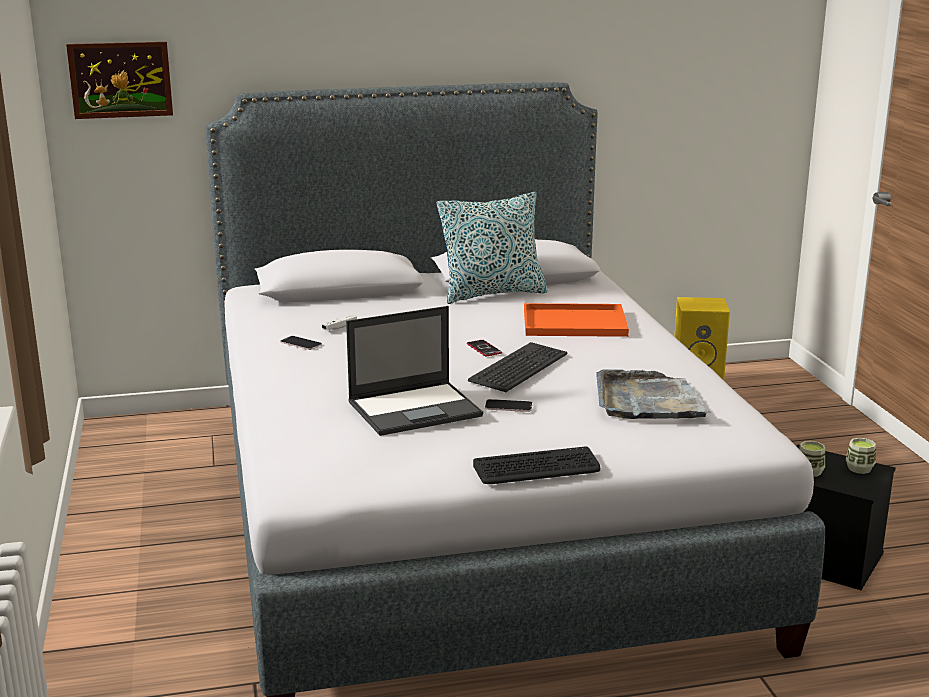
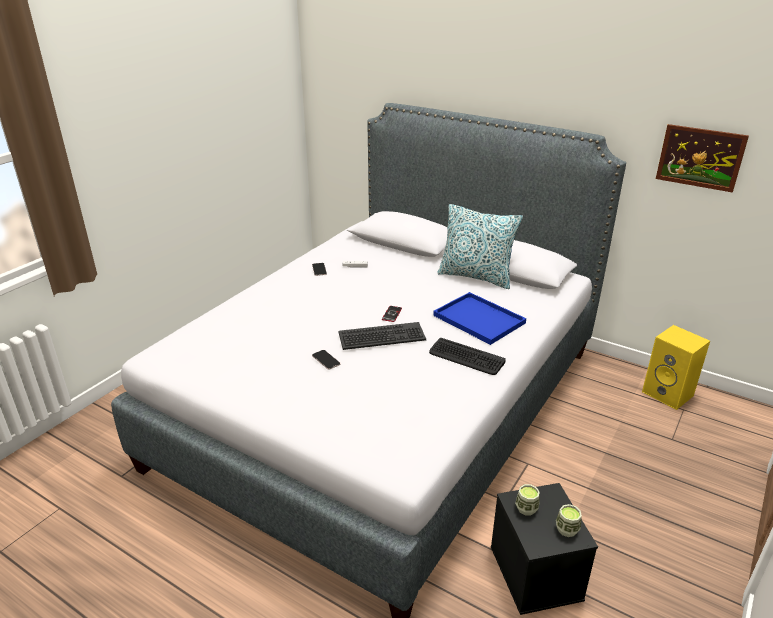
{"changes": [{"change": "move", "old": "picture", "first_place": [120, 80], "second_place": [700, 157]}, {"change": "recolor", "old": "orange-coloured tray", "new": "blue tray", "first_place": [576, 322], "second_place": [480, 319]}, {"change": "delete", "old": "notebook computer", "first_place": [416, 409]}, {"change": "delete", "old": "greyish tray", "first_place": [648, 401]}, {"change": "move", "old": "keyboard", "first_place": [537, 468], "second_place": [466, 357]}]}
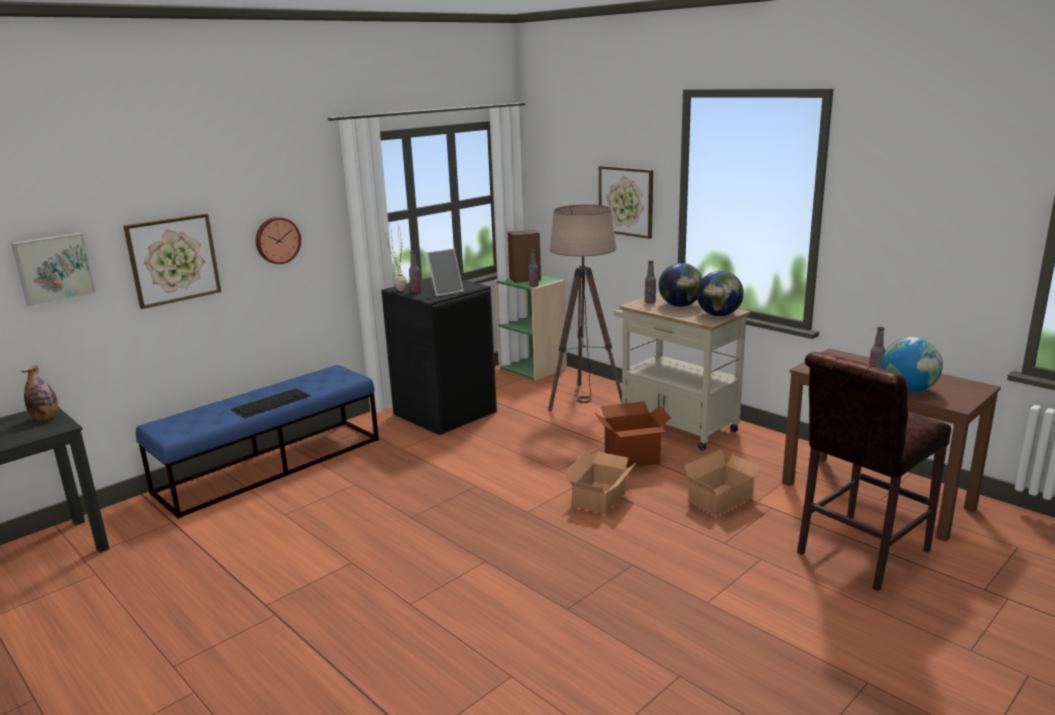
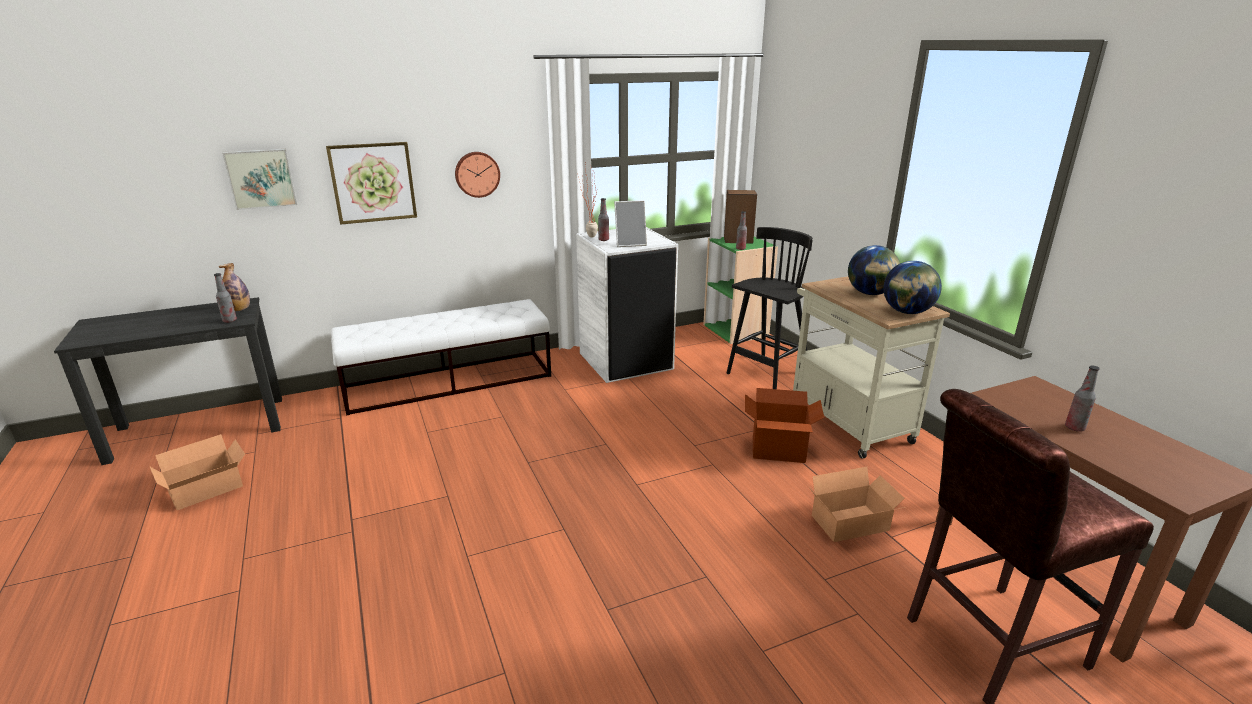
{"changes": [{"change": "delete", "old": "picture", "first_place": [626, 201]}, {"change": "replace", "old": "floor lamp", "new": "black-coloured sitting stool", "first_place": [584, 400], "second_place": [766, 374]}, {"change": "move", "old": "bottle", "first_place": [650, 302], "second_place": [229, 321]}, {"change": "recolor", "old": "black-coloured storage cabinet", "new": "whitish storage cabinet", "first_place": [445, 413], "second_place": [626, 361]}, {"change": "delete", "old": "world globe", "first_place": [908, 390]}, {"change": "recolor", "old": "blue long seat", "new": "whitish long seat", "first_place": [271, 465], "second_place": [449, 381]}, {"change": "delete", "old": "keyboard", "first_place": [272, 402]}, {"change": "move", "old": "carton", "first_place": [602, 497], "second_place": [208, 489]}]}
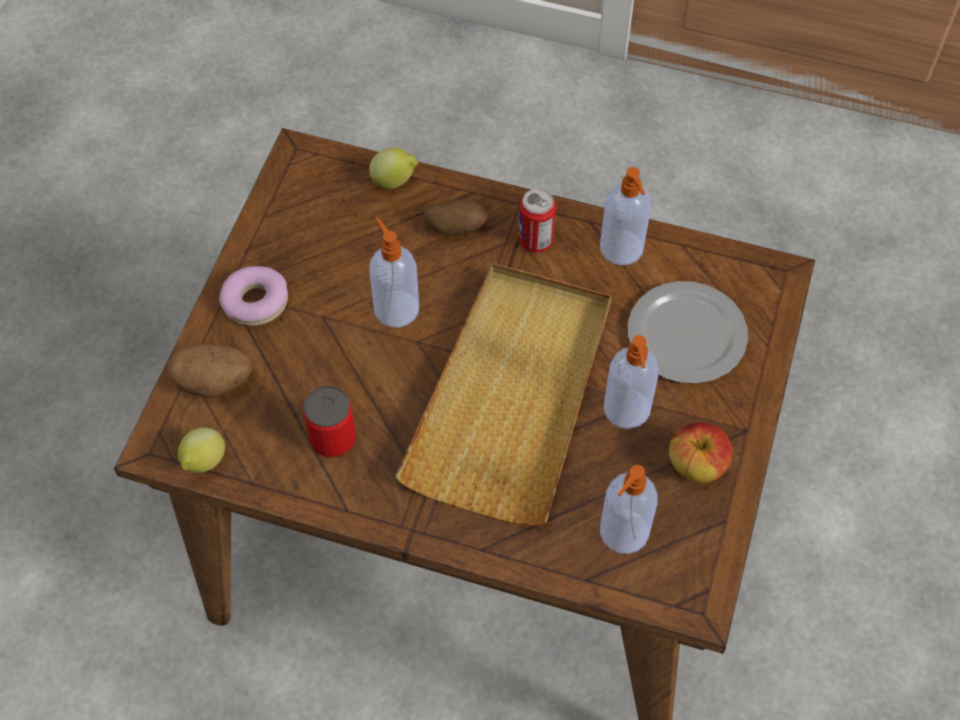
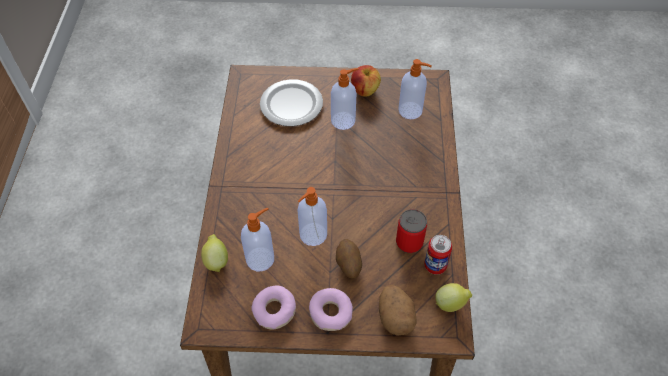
{"changes": [{"change": "move", "old": "liquid soap bottle", "first_place": [622, 249], "second_place": [261, 258]}, {"change": "move", "old": "metal can", "first_place": [535, 240], "second_place": [435, 265]}, {"change": "move", "old": "potato", "first_place": [456, 228], "second_place": [348, 265]}, {"change": "delete", "old": "sand-coloured tray", "first_place": [512, 395]}, {"change": "insert", "new": "donut", "second_place": [274, 310]}]}
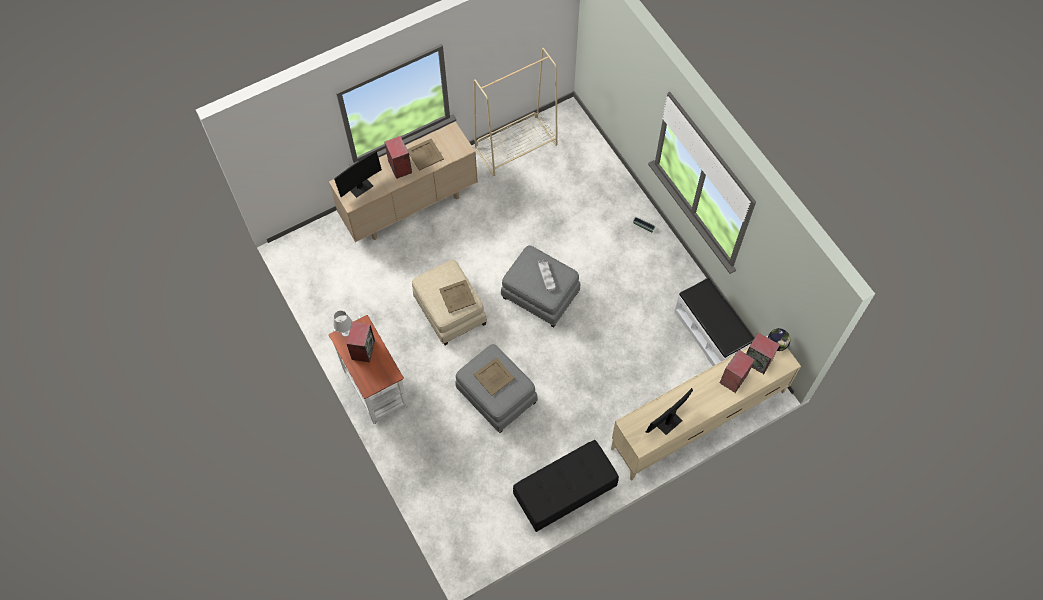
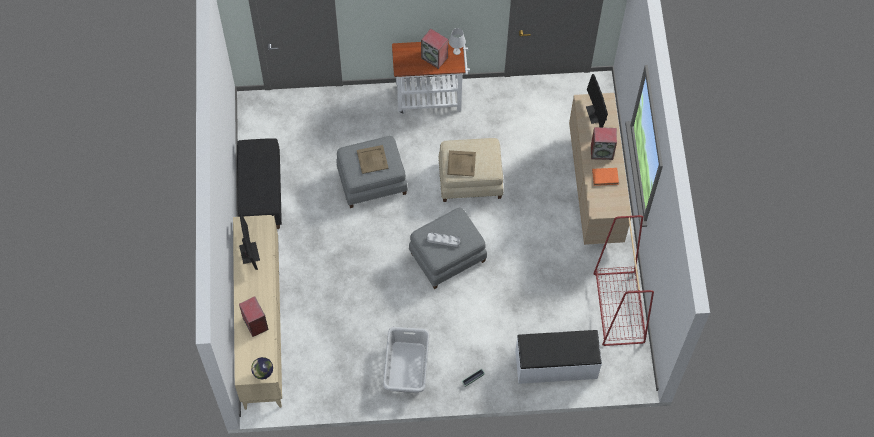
{"changes": [{"change": "recolor", "old": "sand-coloured garment stand", "new": "red garment stand", "first_place": [516, 147], "second_place": [619, 308]}, {"change": "replace", "old": "sand-coloured tray", "new": "orange-coloured book", "first_place": [425, 154], "second_place": [606, 177]}, {"change": "move", "old": "whitish long seat", "first_place": [710, 334], "second_place": [556, 365]}, {"change": "delete", "old": "audio speaker", "first_place": [757, 361]}, {"change": "insert", "new": "greyish hamper", "second_place": [407, 367]}]}
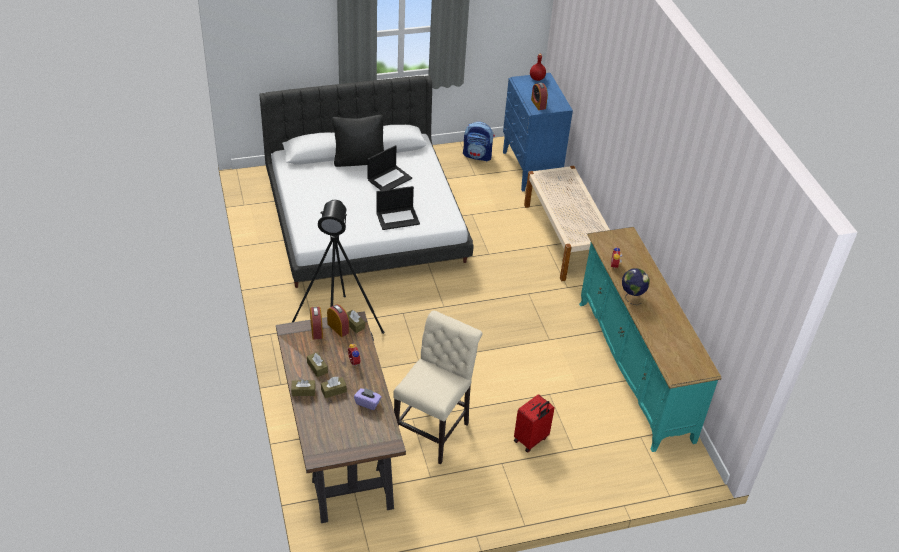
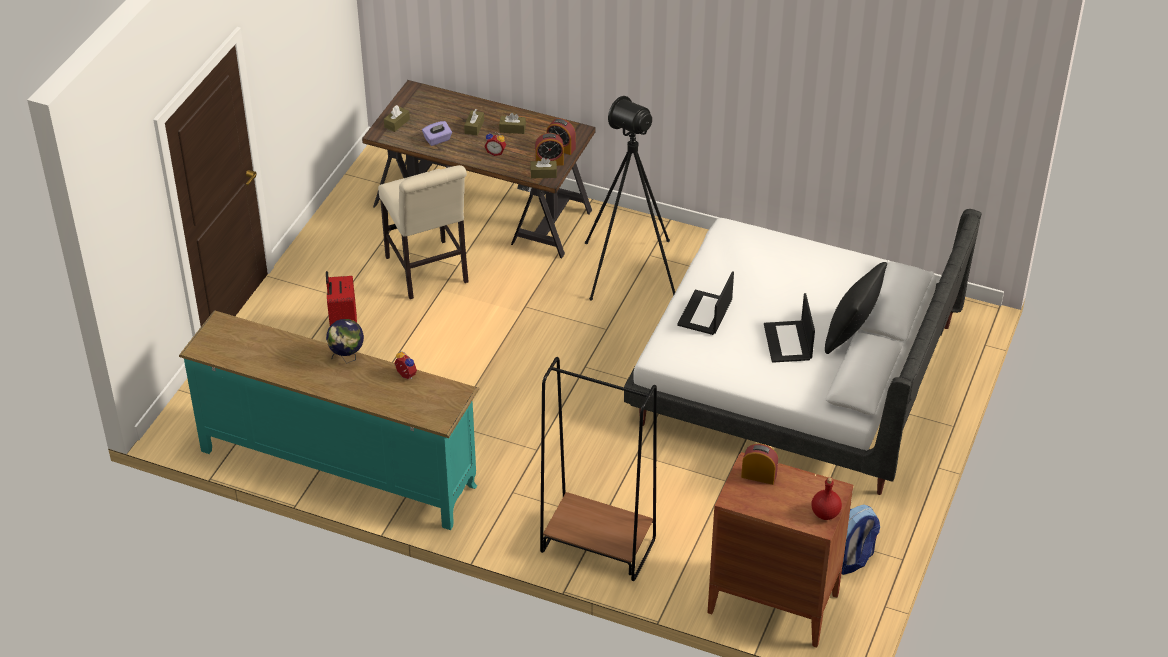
{"changes": [{"change": "recolor", "old": "blue dresser", "new": "brown-coloured dresser", "first_place": [530, 169], "second_place": [773, 601]}, {"change": "replace", "old": "sand-coloured long seat", "new": "garment stand", "first_place": [565, 238], "second_place": [598, 547]}, {"change": "move", "old": "brown-coloured box of tissues", "first_place": [303, 391], "second_place": [397, 123]}]}
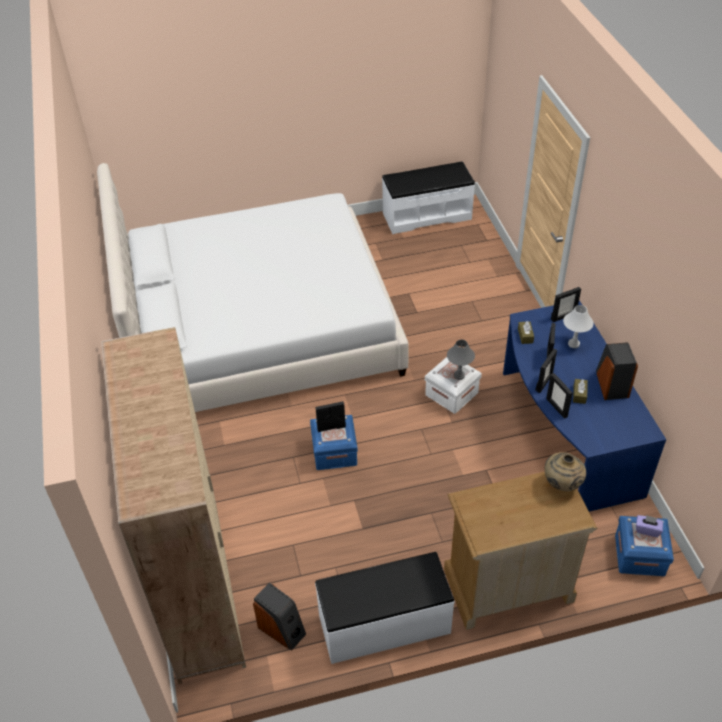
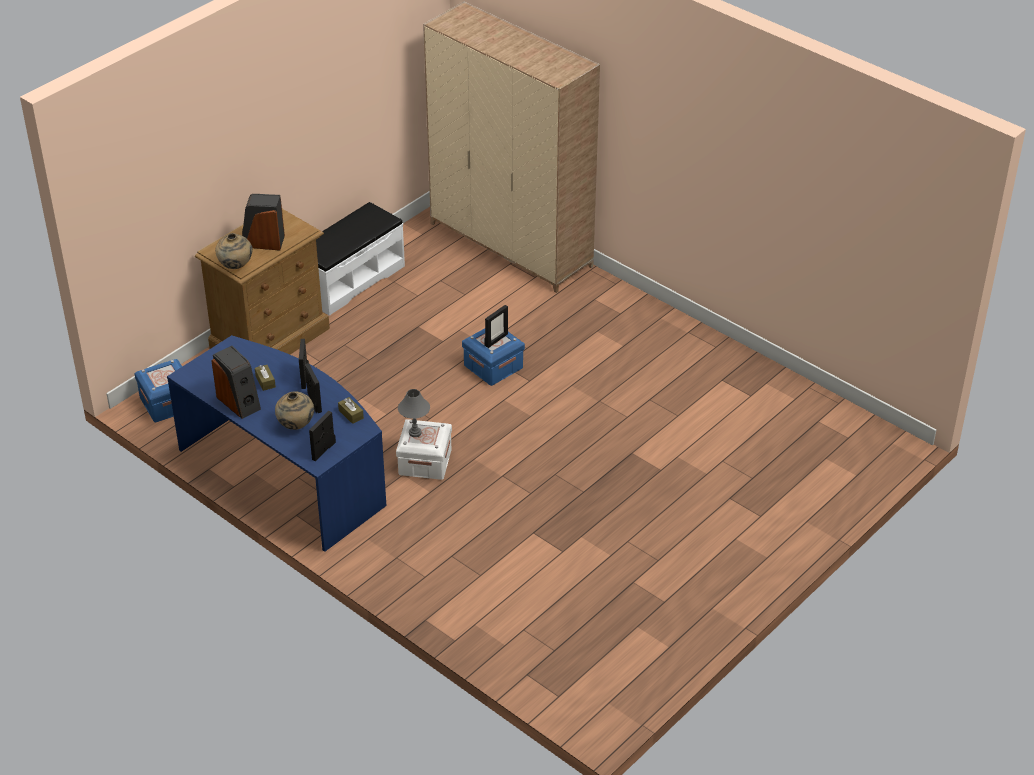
{"changes": [{"change": "delete", "old": "whitish long seat", "first_place": [426, 215]}, {"change": "delete", "old": "whitish bed", "first_place": [259, 327]}, {"change": "replace", "old": "whitish table lamp", "new": "sand-coloured flower vase", "first_place": [574, 344], "second_place": [296, 426]}, {"change": "delete", "old": "picture frame", "first_place": [557, 407]}, {"change": "delete", "old": "purple-coloured box of tissues", "first_place": [647, 530]}, {"change": "move", "old": "audio speaker", "first_place": [282, 629], "second_place": [263, 242]}]}
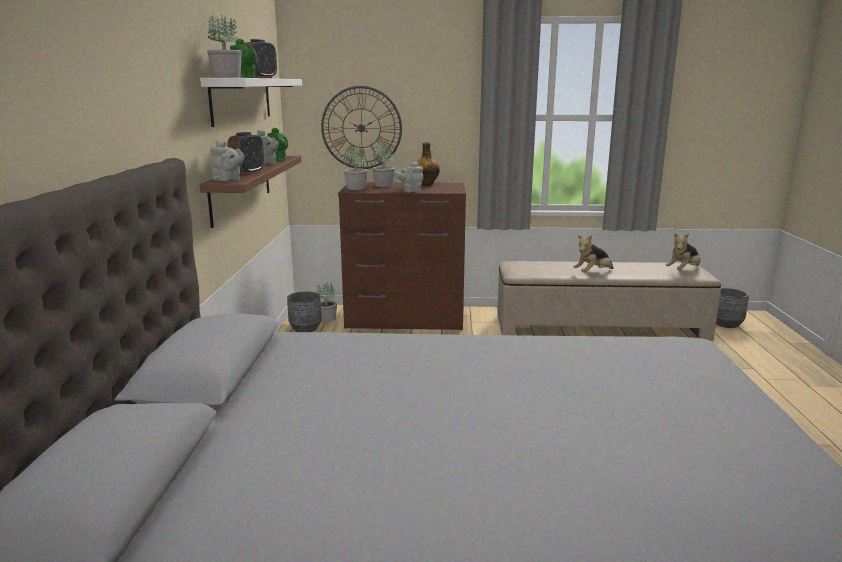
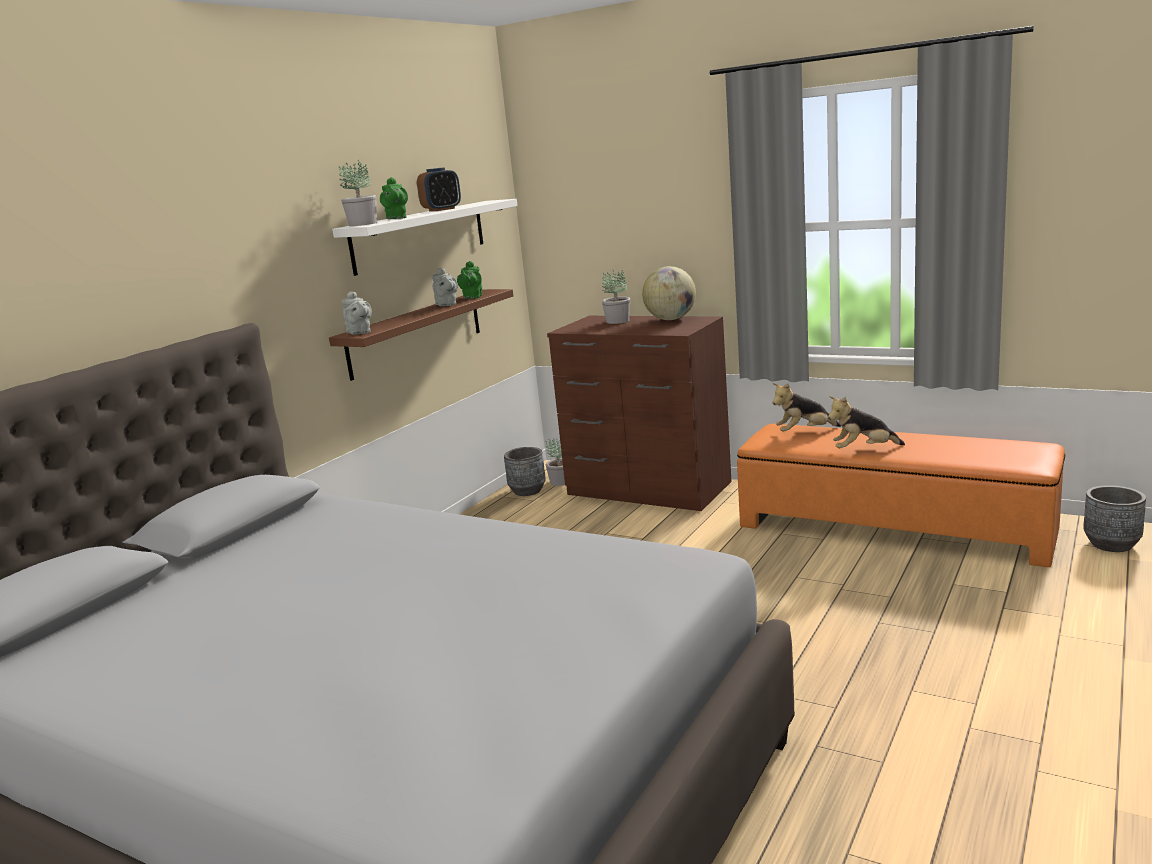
{"changes": [{"change": "delete", "old": "wall clock", "first_place": [361, 128]}, {"change": "delete", "old": "table clock", "first_place": [248, 172]}, {"change": "replace", "old": "bottle", "new": "world globe", "first_place": [427, 184], "second_place": [671, 319]}, {"change": "delete", "old": "houseplant", "first_place": [356, 188]}, {"change": "delete", "old": "greyish pot for tea", "first_place": [410, 191]}, {"change": "move", "old": "plush toy", "first_place": [683, 270], "second_place": [804, 432]}, {"change": "recolor", "old": "sand-coloured long seat", "new": "orange-coloured long seat", "first_place": [600, 327], "second_place": [894, 527]}]}
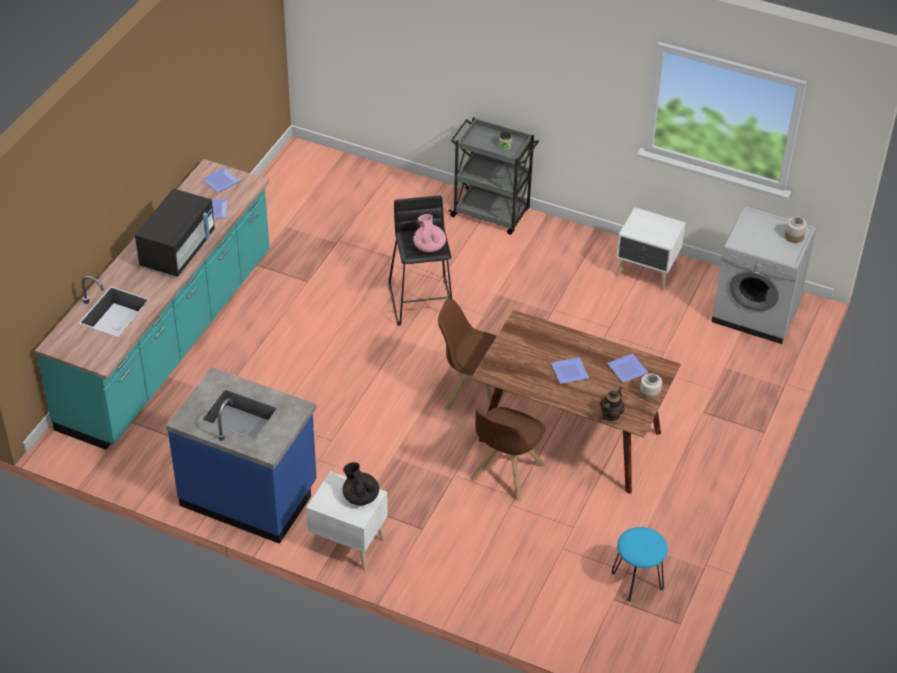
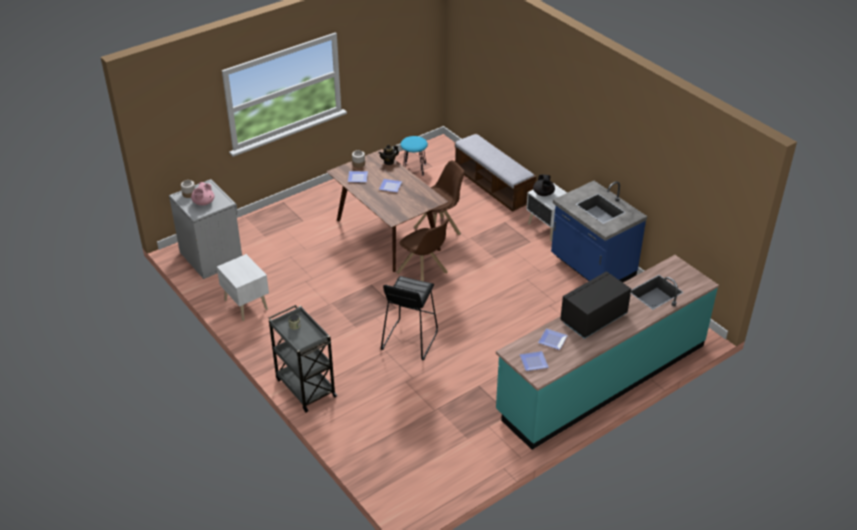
{"changes": [{"change": "move", "old": "pink pot for tea", "first_place": [429, 246], "second_place": [203, 203]}, {"change": "insert", "new": "long seat", "second_place": [493, 186]}]}
